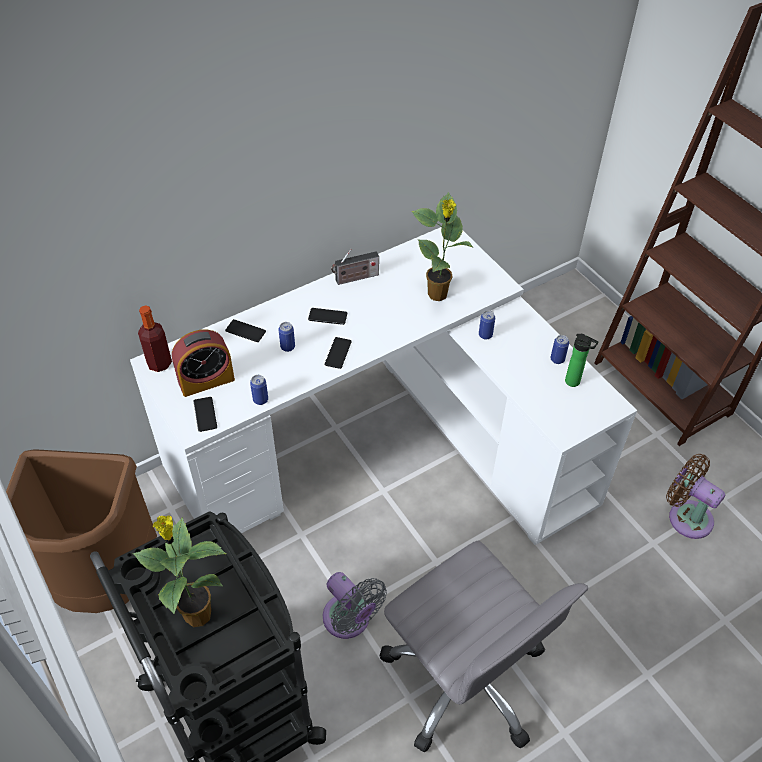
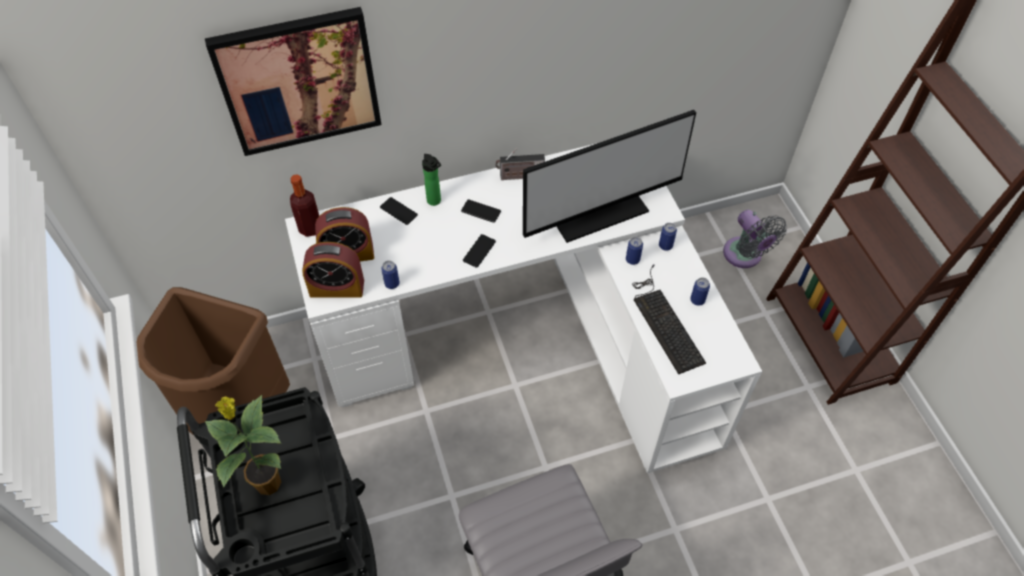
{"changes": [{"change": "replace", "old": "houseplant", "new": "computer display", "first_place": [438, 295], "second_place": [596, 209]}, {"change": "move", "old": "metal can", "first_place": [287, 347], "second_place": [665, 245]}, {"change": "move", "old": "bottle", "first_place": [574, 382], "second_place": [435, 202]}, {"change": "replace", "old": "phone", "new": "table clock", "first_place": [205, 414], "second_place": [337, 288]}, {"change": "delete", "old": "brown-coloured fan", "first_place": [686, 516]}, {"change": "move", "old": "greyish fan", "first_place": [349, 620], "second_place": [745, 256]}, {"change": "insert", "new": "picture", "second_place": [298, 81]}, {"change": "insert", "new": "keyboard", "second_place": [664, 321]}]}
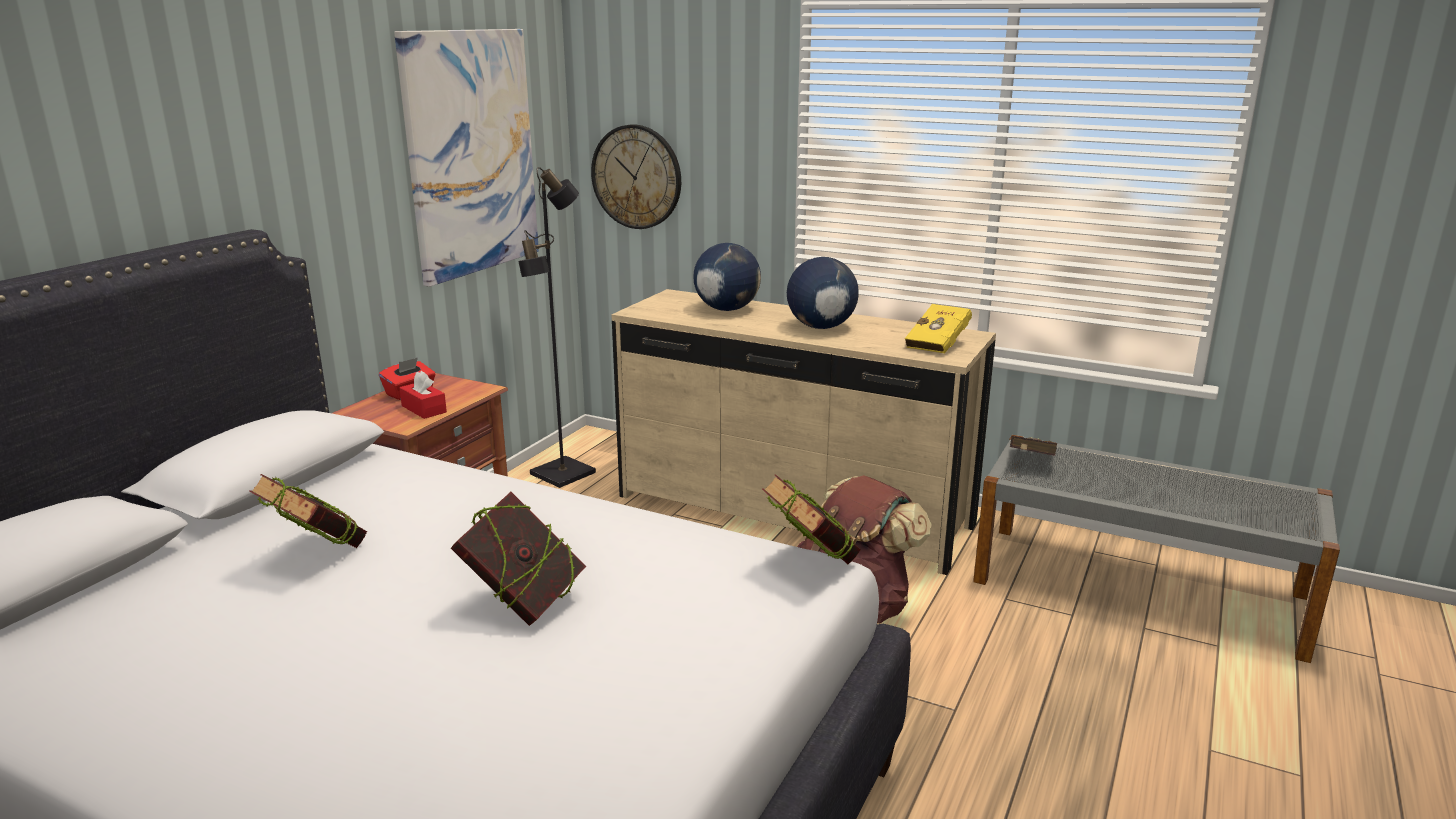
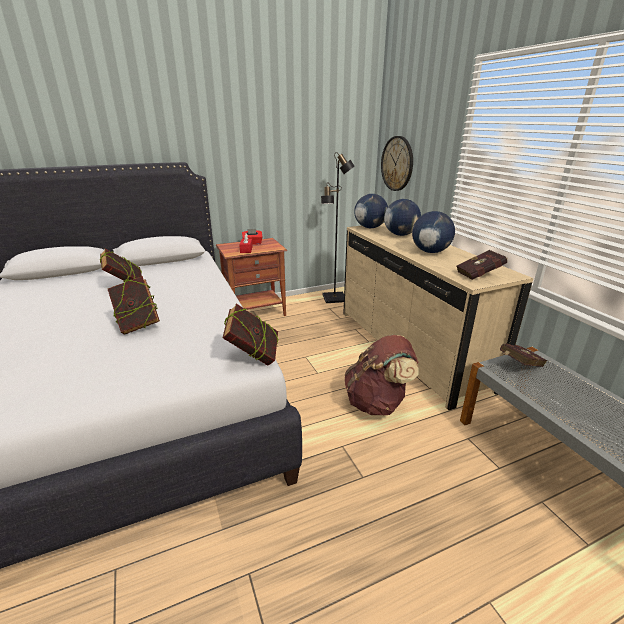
{"changes": [{"change": "delete", "old": "picture", "first_place": [471, 153]}, {"change": "recolor", "old": "yellow-coloured book", "new": "red book", "first_place": [939, 344], "second_place": [481, 275]}, {"change": "insert", "new": "world globe", "second_place": [370, 227]}]}
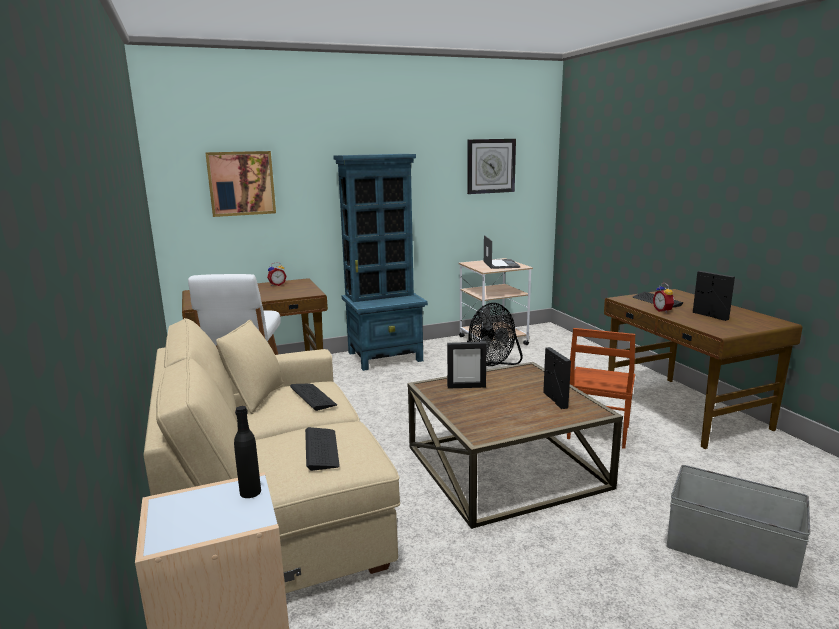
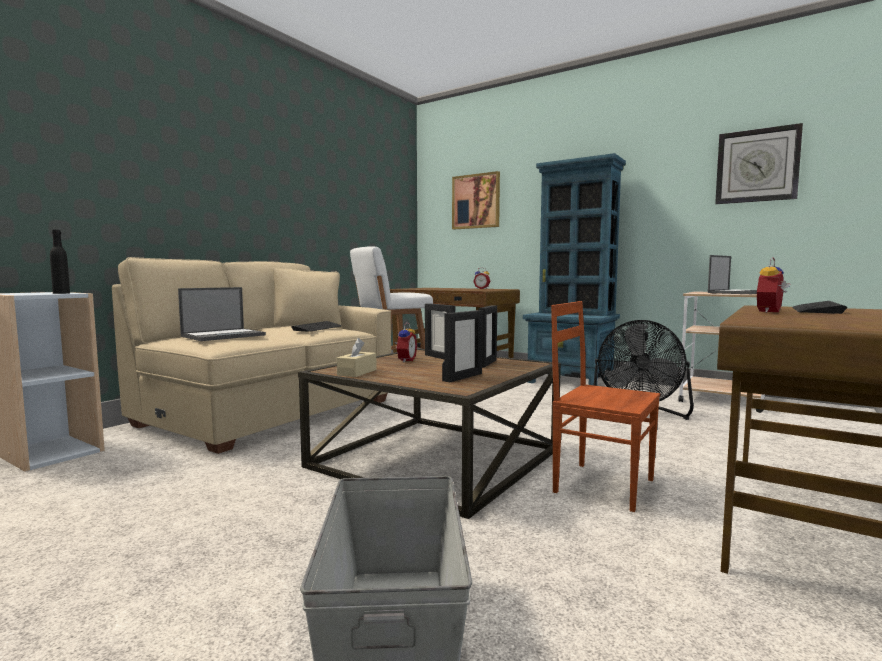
{"changes": [{"change": "move", "old": "picture frame", "first_place": [709, 316], "second_place": [486, 363]}, {"change": "rotate", "old": "brown-coloured chair", "first_place": [597, 433], "second_place": [602, 485], "degrees": 45}, {"change": "replace", "old": "keyboard", "new": "notebook computer", "first_place": [321, 449], "second_place": [224, 335]}, {"change": "insert", "new": "table clock", "second_place": [405, 360]}, {"change": "insert", "new": "sand-coloured box of tissues", "second_place": [357, 372]}]}
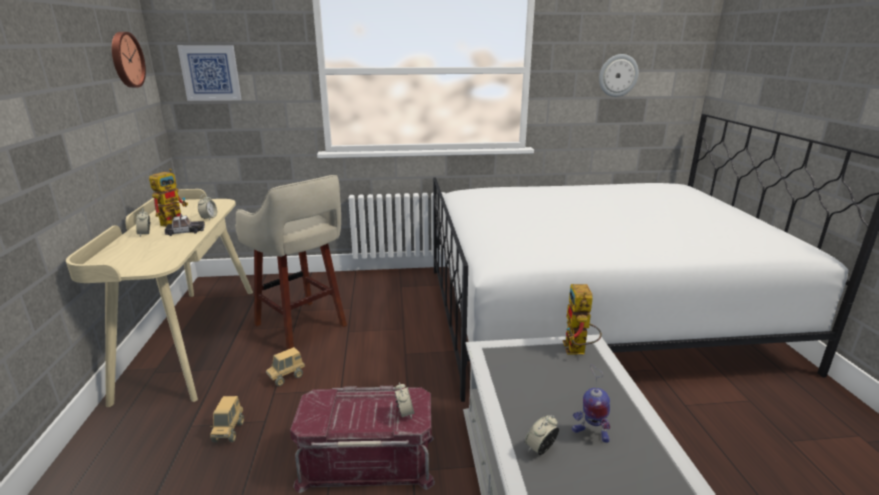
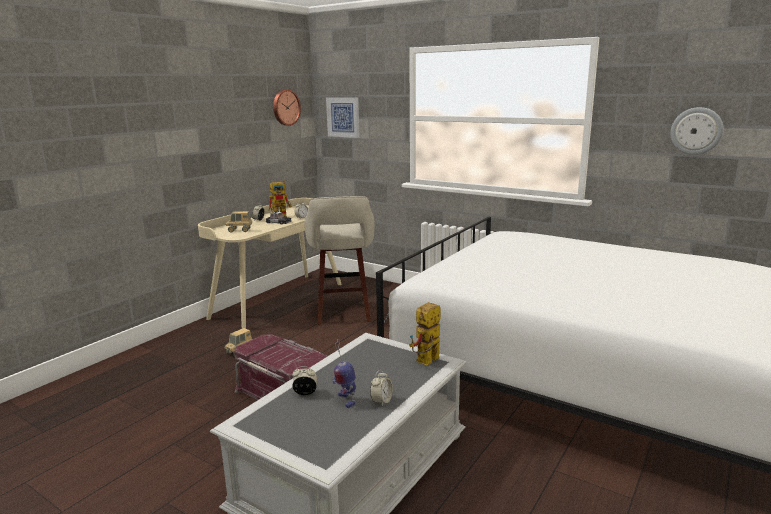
{"changes": [{"change": "move", "old": "toy truck", "first_place": [287, 377], "second_place": [239, 230]}, {"change": "move", "old": "table clock", "first_place": [404, 413], "second_place": [381, 401]}]}
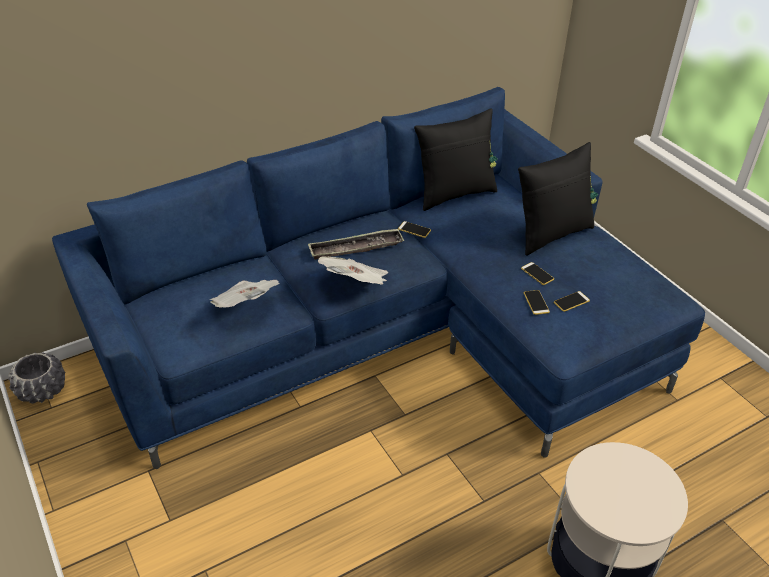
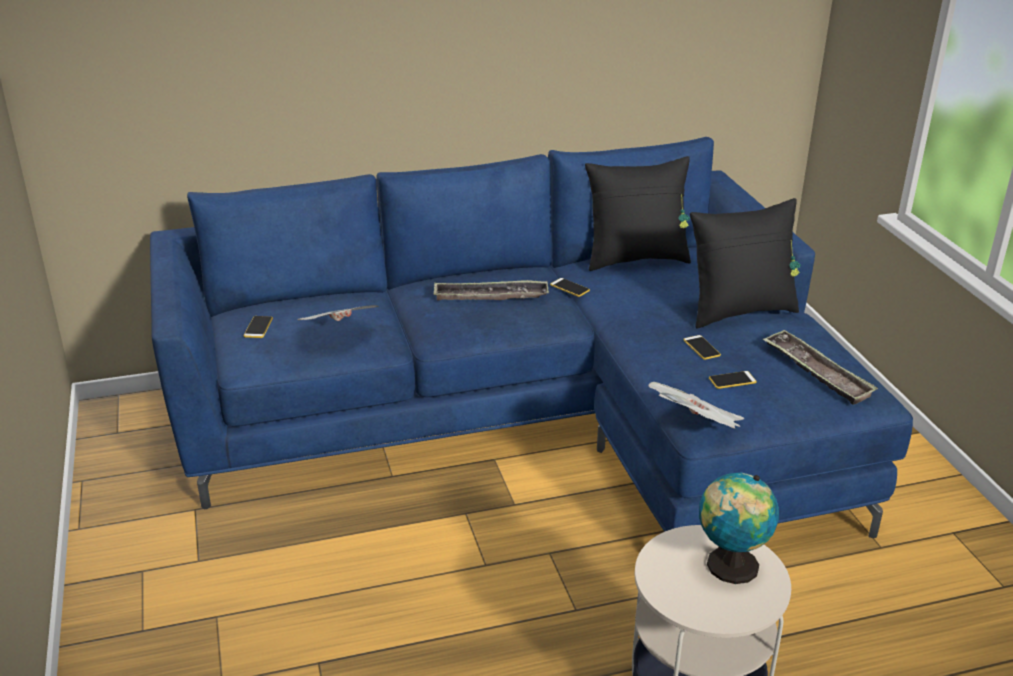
{"changes": [{"change": "move", "old": "printed paper", "first_place": [356, 284], "second_place": [697, 427]}, {"change": "move", "old": "phone", "first_place": [536, 302], "second_place": [258, 327]}, {"change": "delete", "old": "greyish flower pot", "first_place": [42, 390]}, {"change": "insert", "new": "tray", "second_place": [816, 372]}, {"change": "insert", "new": "world globe", "second_place": [729, 567]}]}
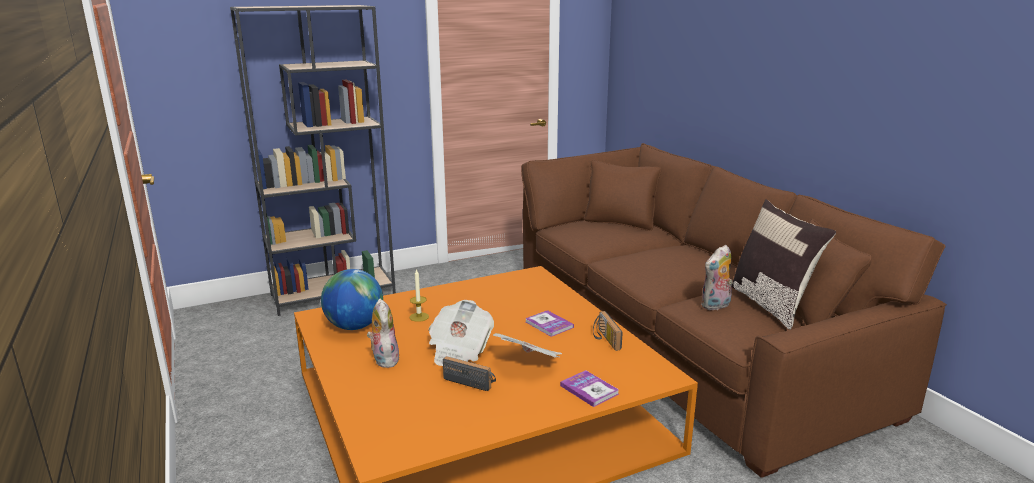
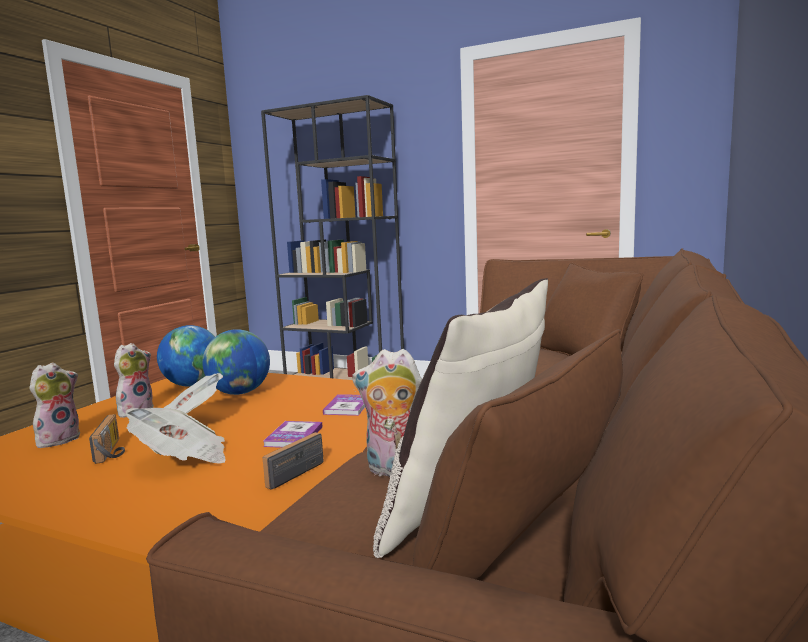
{"changes": [{"change": "replace", "old": "candle", "new": "world globe", "first_place": [419, 317], "second_place": [239, 393]}, {"change": "move", "old": "book", "first_place": [589, 390], "second_place": [347, 406]}, {"change": "insert", "new": "plush toy", "second_place": [59, 439]}]}
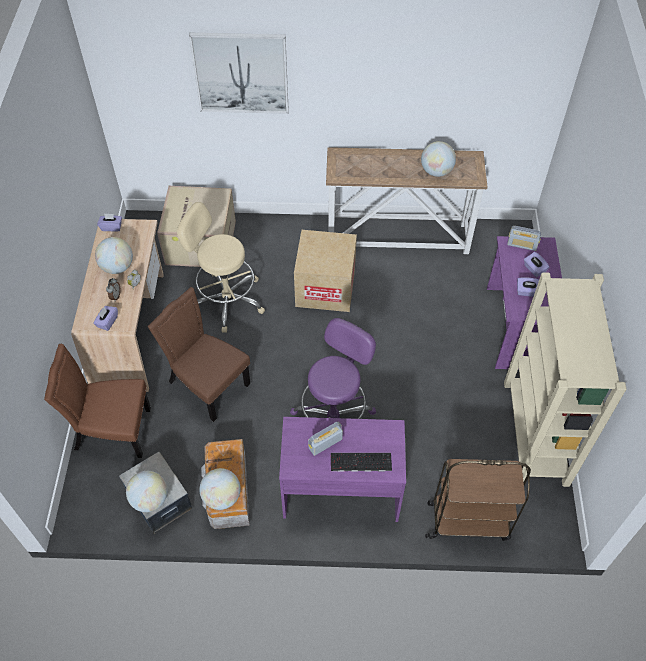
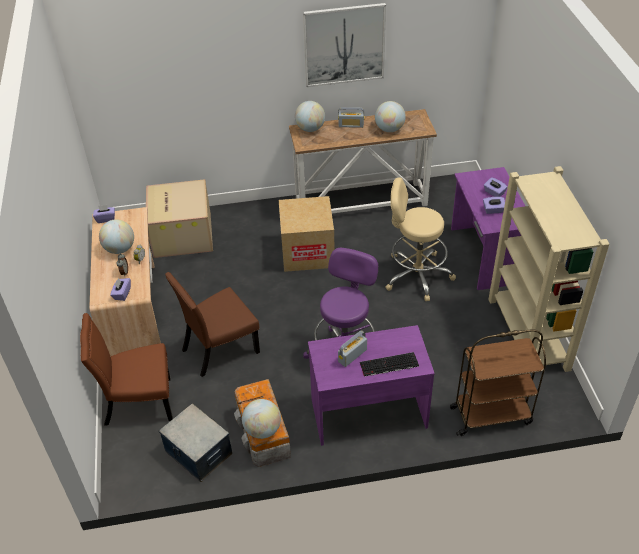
{"changes": [{"change": "move", "old": "picture", "first_place": [241, 73], "second_place": [344, 45]}, {"change": "move", "old": "sand-coloured sitting stool", "first_place": [226, 300], "second_place": [416, 275]}, {"change": "move", "old": "radio set", "first_place": [522, 245], "second_place": [351, 125]}, {"change": "rotate", "old": "brown-coloured chair", "first_place": [209, 386], "second_place": [221, 349], "degrees": -60}, {"change": "move", "old": "world globe", "first_place": [150, 499], "second_place": [310, 129]}]}
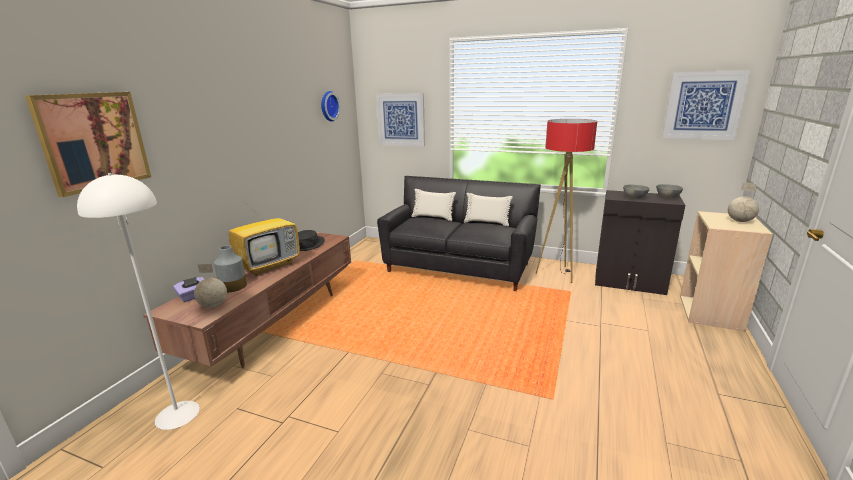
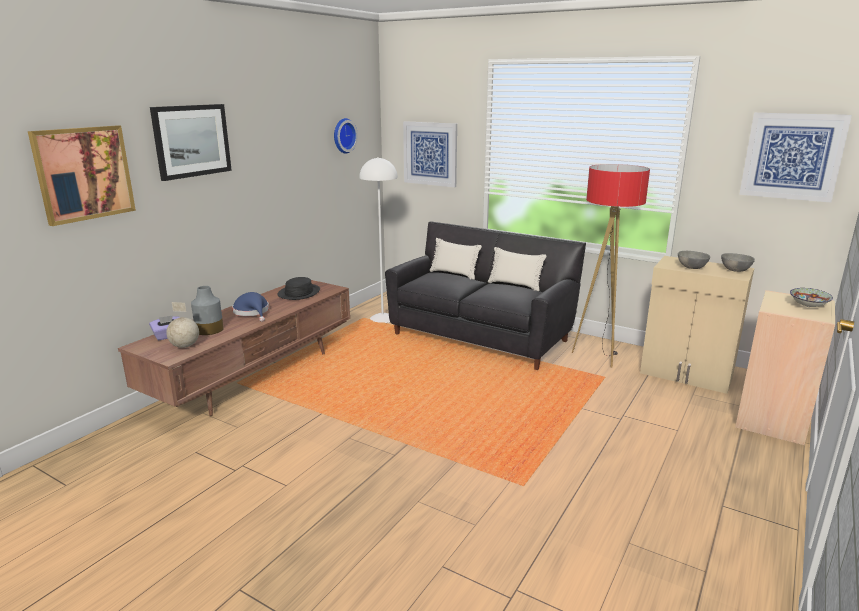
{"changes": [{"change": "move", "old": "whitish floor lamp", "first_place": [177, 414], "second_place": [382, 318]}, {"change": "replace", "old": "world globe", "new": "deep dish", "first_place": [739, 221], "second_place": [807, 306]}, {"change": "recolor", "old": "black-coloured storage cabinet", "new": "sand-coloured storage cabinet", "first_place": [629, 283], "second_place": [686, 375]}, {"change": "replace", "old": "TV", "new": "blue hat", "first_place": [269, 266], "second_place": [252, 312]}, {"change": "insert", "new": "picture", "second_place": [192, 141]}]}
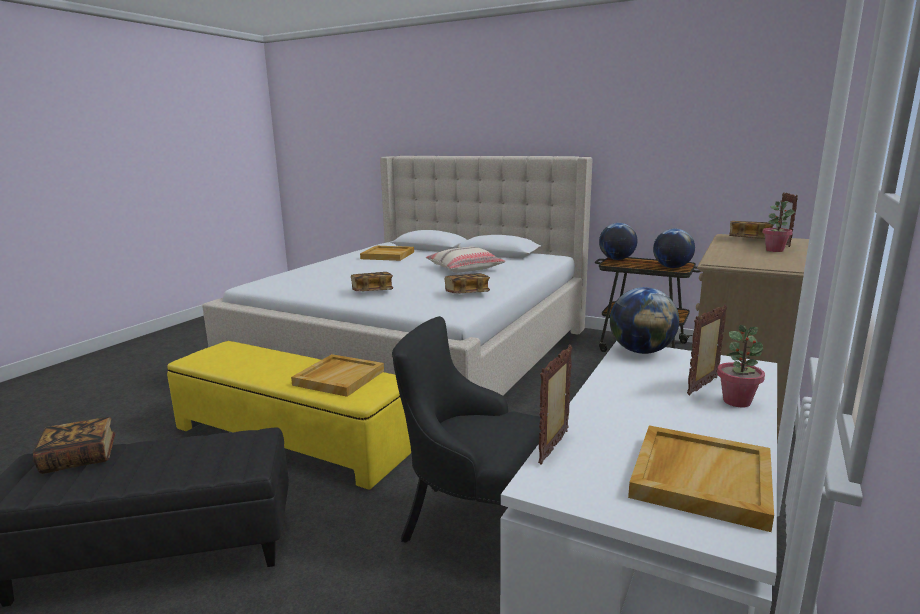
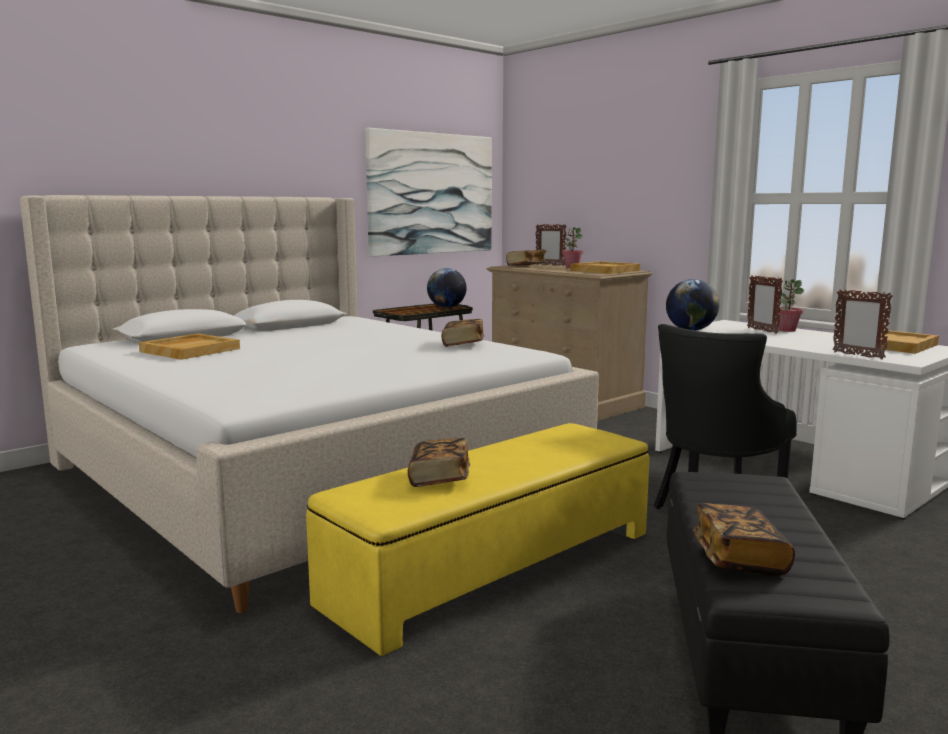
{"changes": [{"change": "delete", "old": "world globe", "first_place": [617, 259]}, {"change": "delete", "old": "sand-coloured throw pillow", "first_place": [465, 268]}, {"change": "move", "old": "book", "first_place": [372, 291], "second_place": [439, 478]}, {"change": "move", "old": "sand-coloured tray", "first_place": [339, 377], "second_place": [604, 270]}, {"change": "insert", "new": "picture", "second_place": [431, 193]}]}
